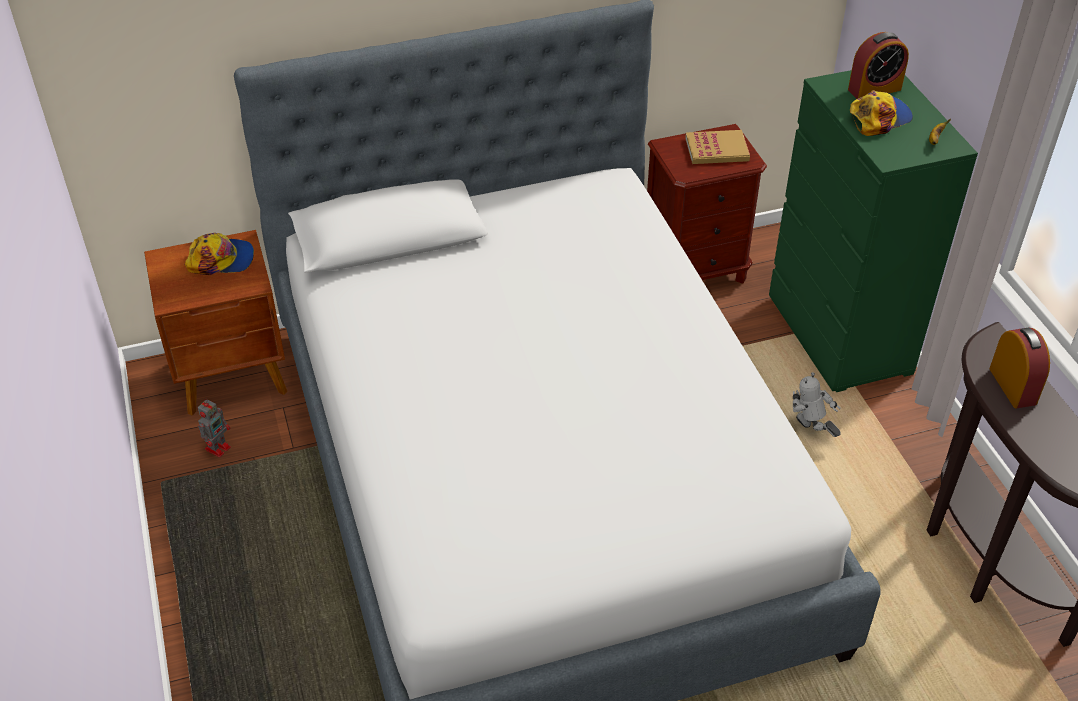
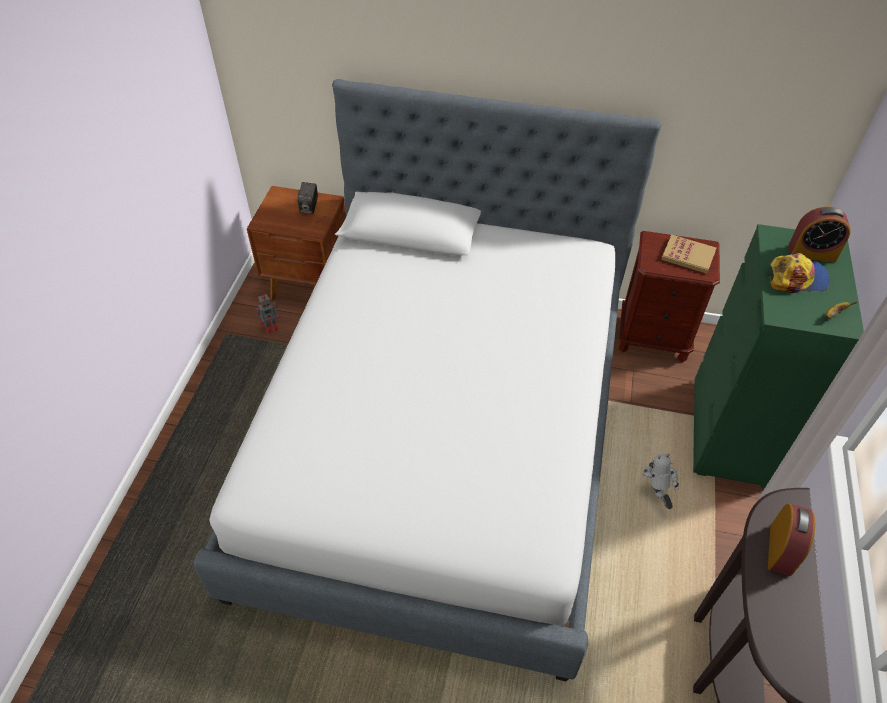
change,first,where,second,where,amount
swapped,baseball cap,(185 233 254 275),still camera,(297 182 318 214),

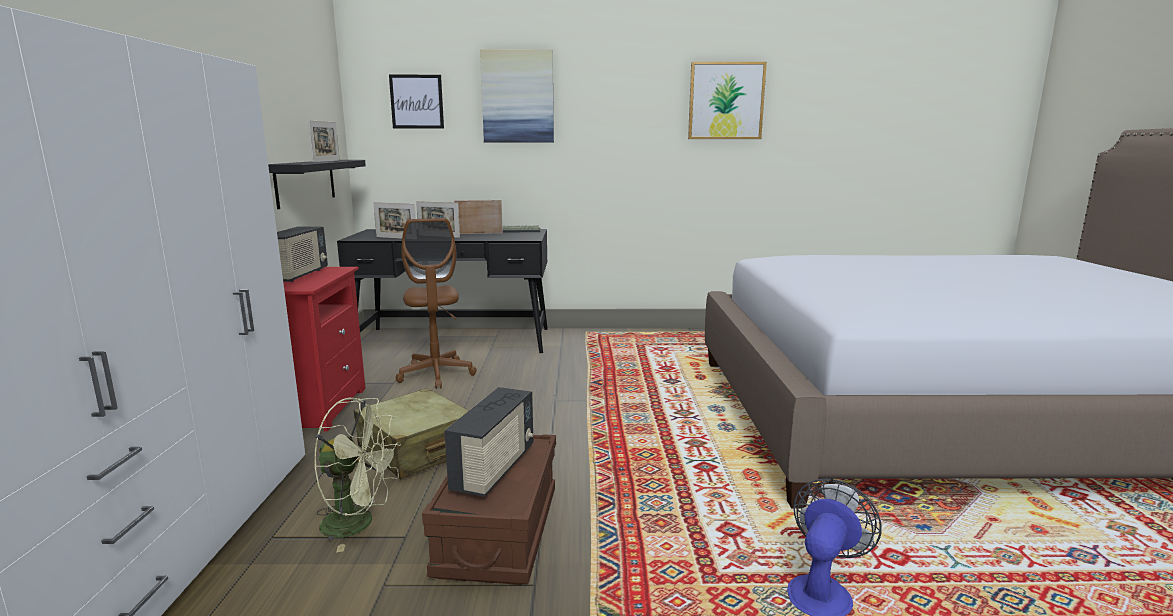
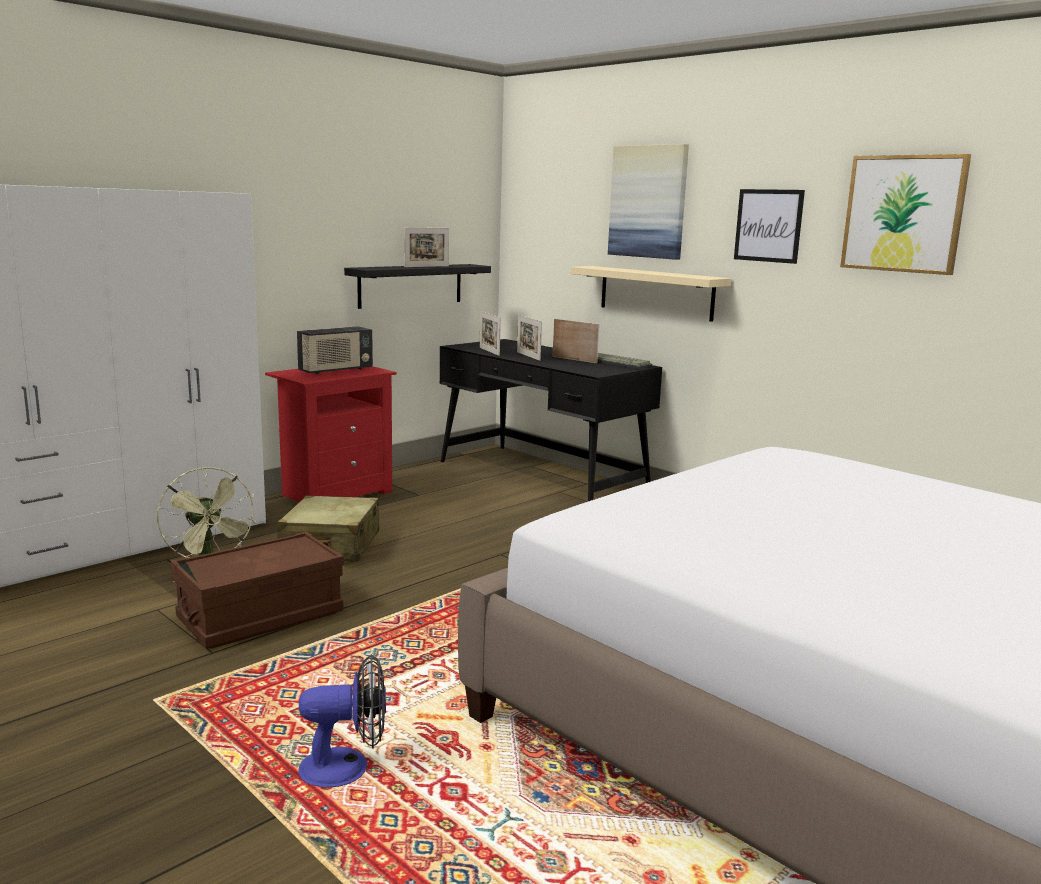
change,first,where,second,where,amount
shifted,wall picture,(389 75 444 129),,(734 189 805 264),
gone,brownish desk chair,(396 218 476 389),,,
gone,radio,(444 387 533 497),,,
new,,,beige-coloured shelf,(571 266 731 322),

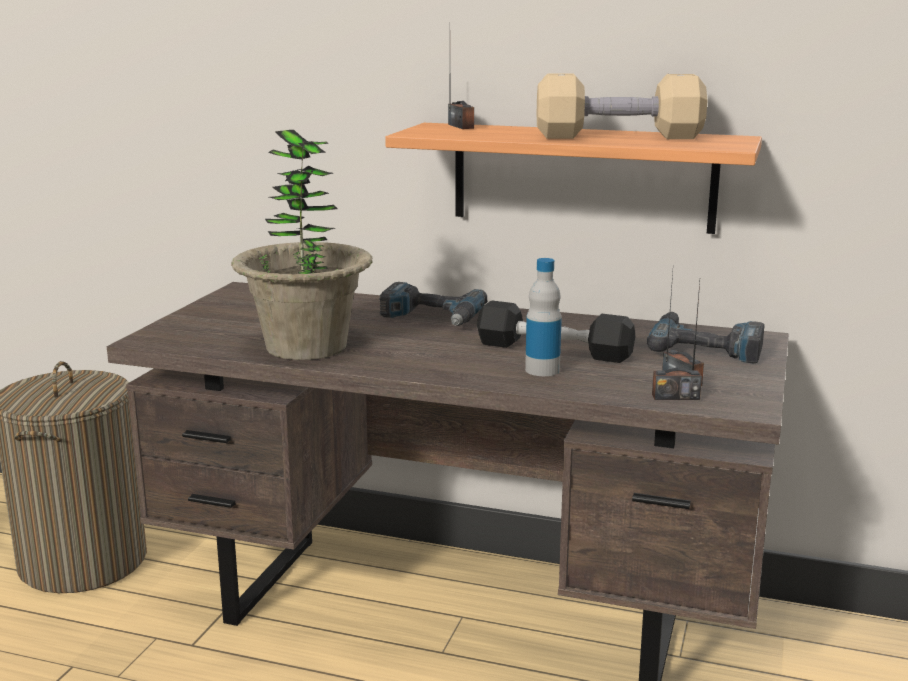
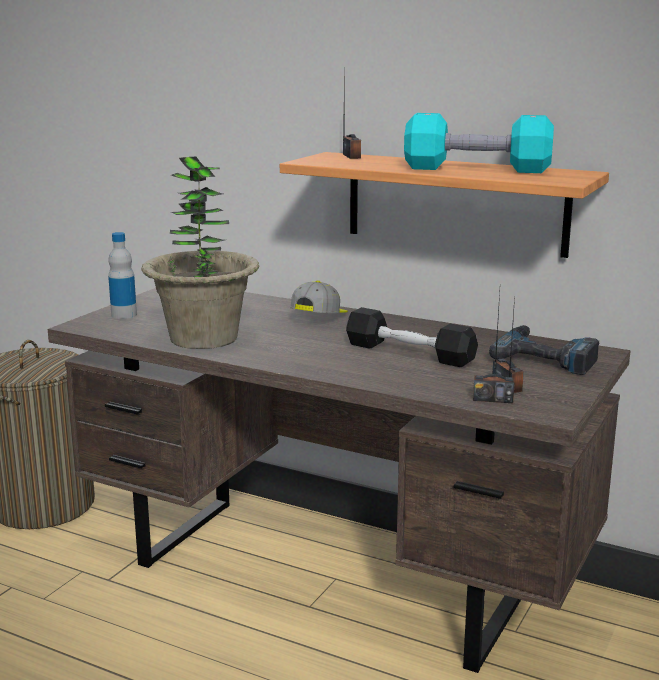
change,first,where,second,where,amount
repainted,beige-coloured hand weight,(537 74 708 139),blue-green hand weight,(404 113 554 173),
shifted,bottle,(525 258 562 376),,(108 232 137 319),
swapped,power drill,(379 282 487 326),baseball cap,(290 280 348 313),

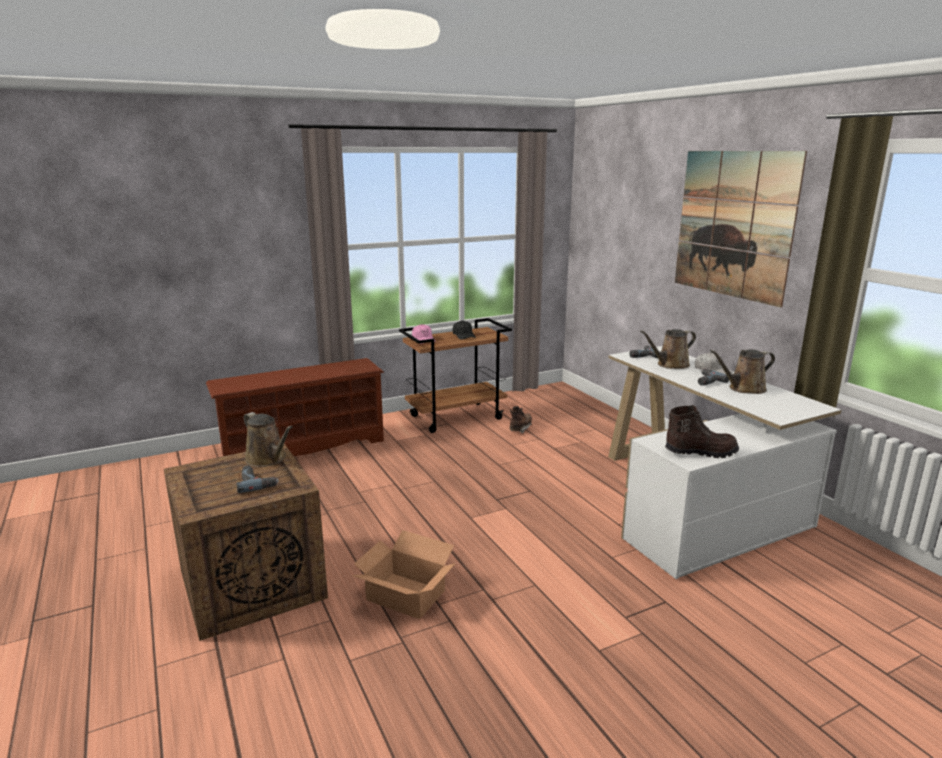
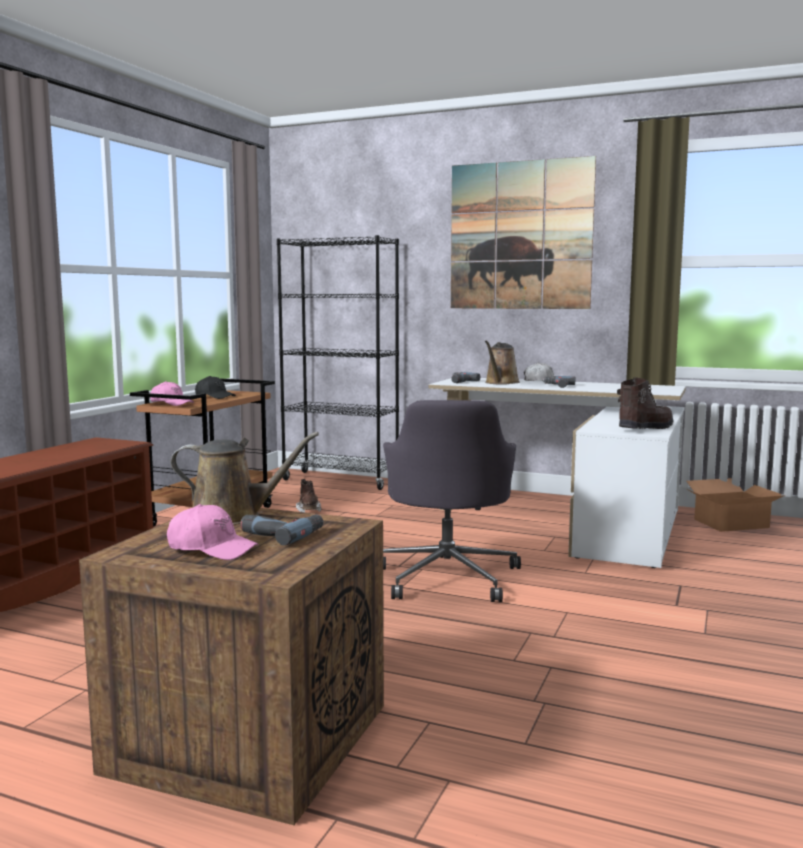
change,first,where,second,where,amount
gone,brownish watering pot,(710 349 775 394),,,
shifted,packing box,(352 530 456 619),,(687 478 785 532),
new,,,blackish bookcase,(277 235 399 490),
new,,,greyish desk chair,(383 400 521 602),
new,,,pink baseball cap,(167 504 258 560),

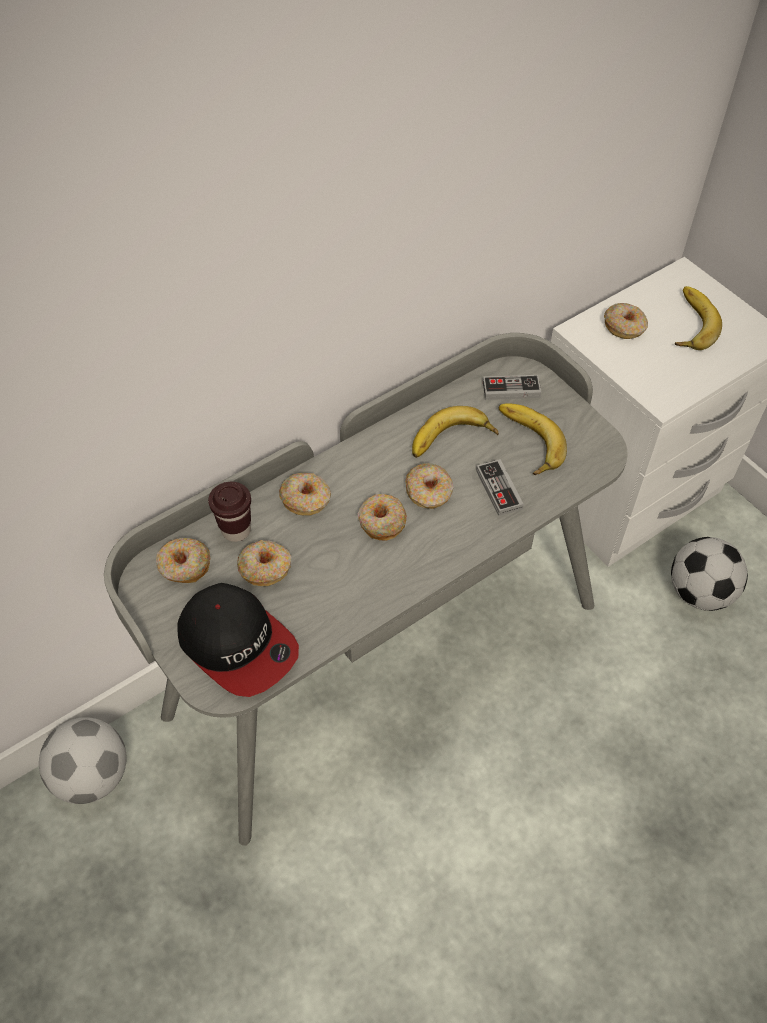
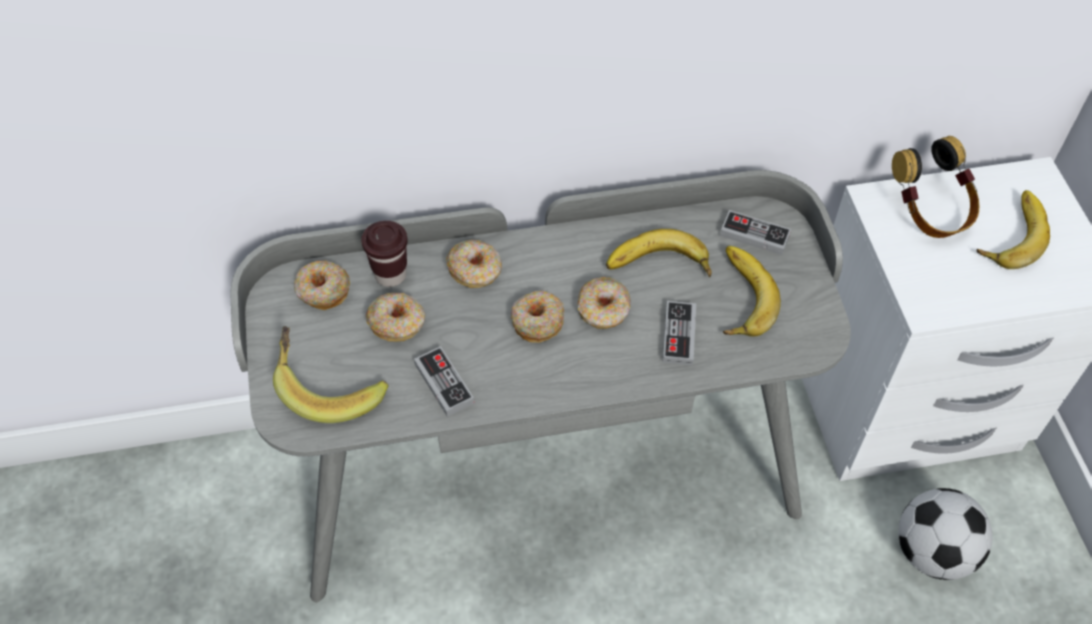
change,first,where,second,where,amount
swapped,donut,(604 303 648 339),headphones,(892 136 979 238),
swapped,baseball cap,(177 583 299 697),banana,(273 326 389 423),
gone,ball for football,(39 717 126 804),,,
new,,,gamepad,(414 346 474 417),

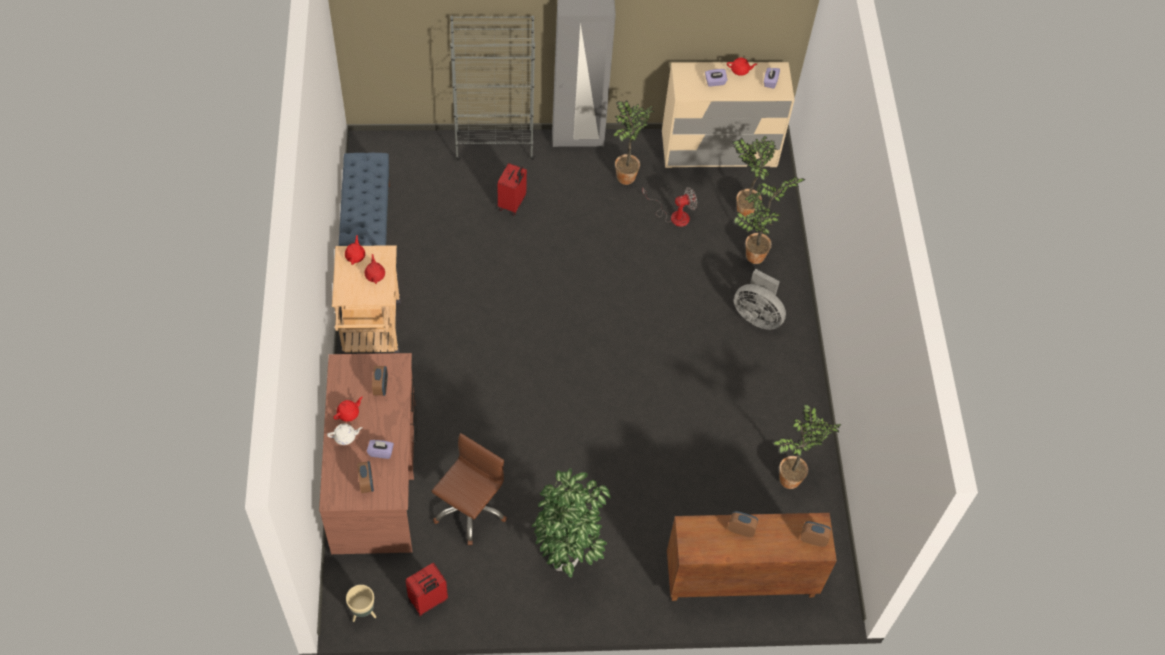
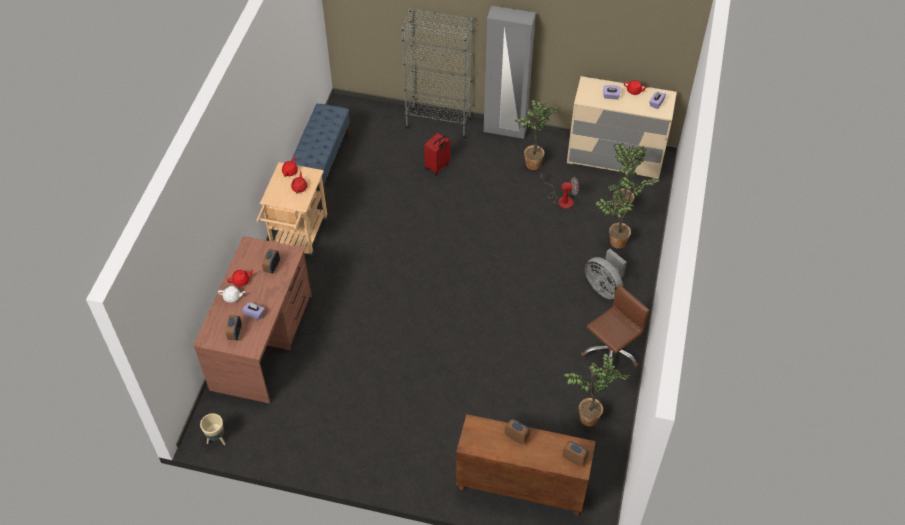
change,first,where,second,where,amount
shifted,brownish desk chair,(432 433 507 545),,(581 284 650 368),
gone,potted plant,(532 468 611 578),,,
gone,red suitcase,(405 563 448 617),,,

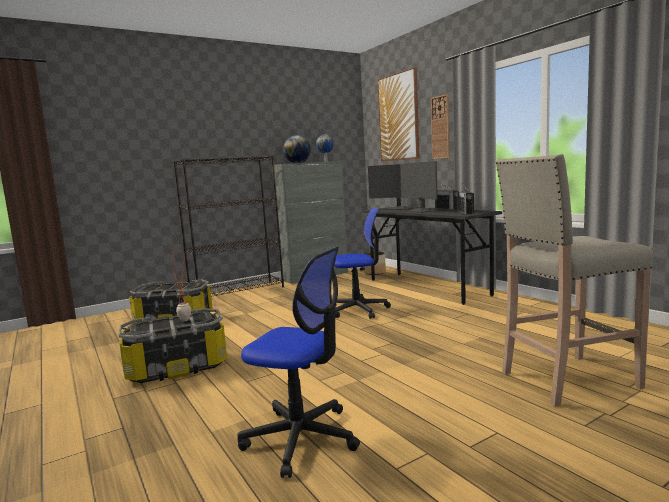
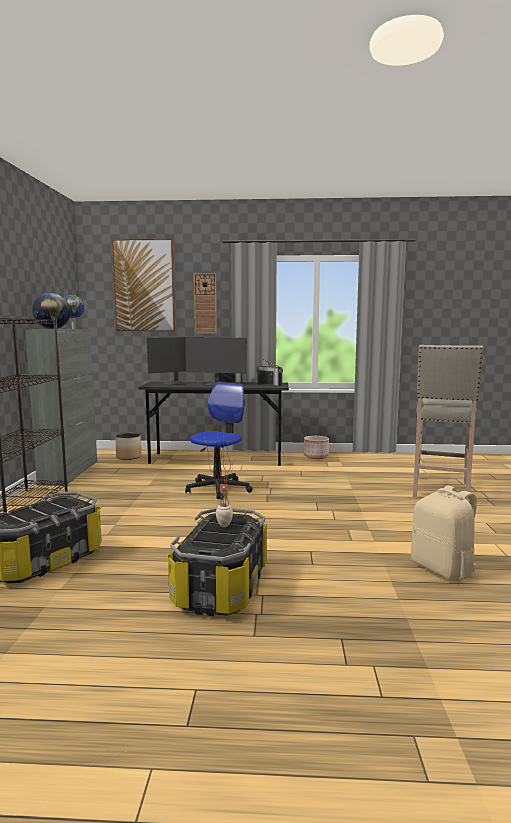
change,first,where,second,where,amount
swapped,desk chair,(237 246 360 478),beige-coloured knapsack,(411 485 477 581),
new,,,plant pot,(304 436 329 459),

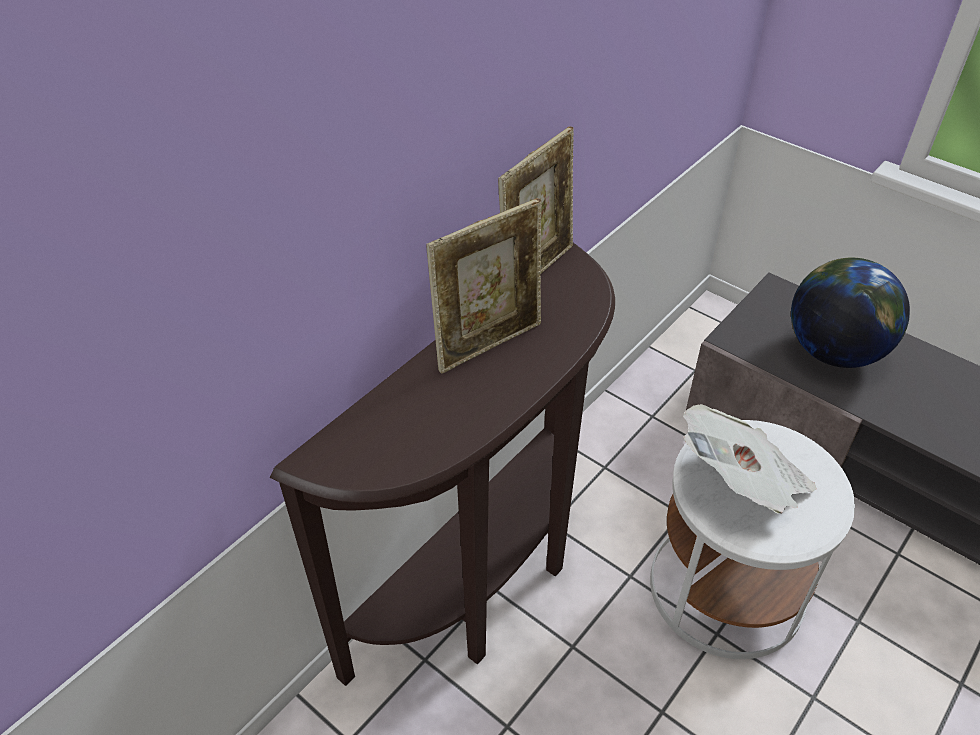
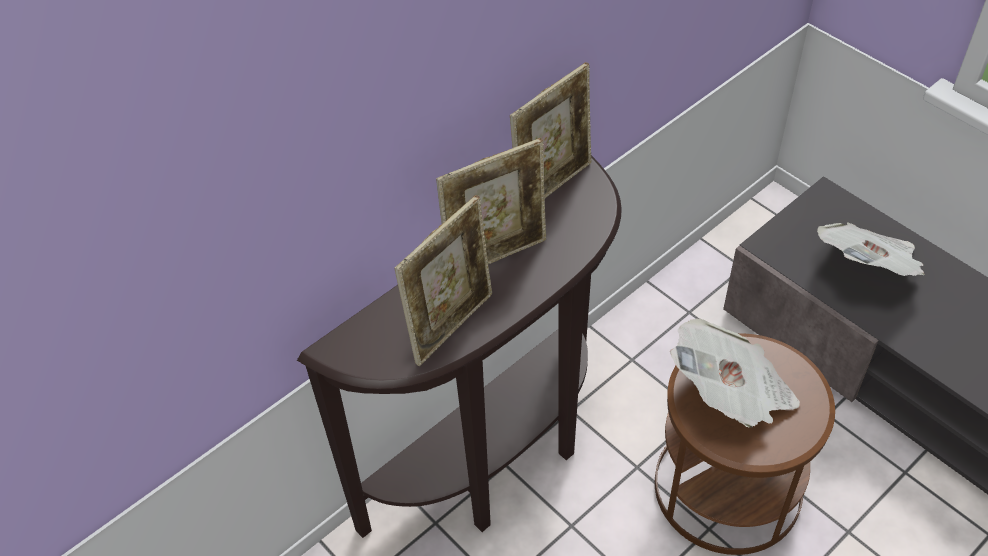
change,first,where,second,where,amount
swapped,globe,(791 258 910 368),daily paper,(817 222 925 276),
repainted,whitish side table,(650 420 855 659),brownish side table,(655 333 835 555),
new,,,photo frame,(394 195 492 366),

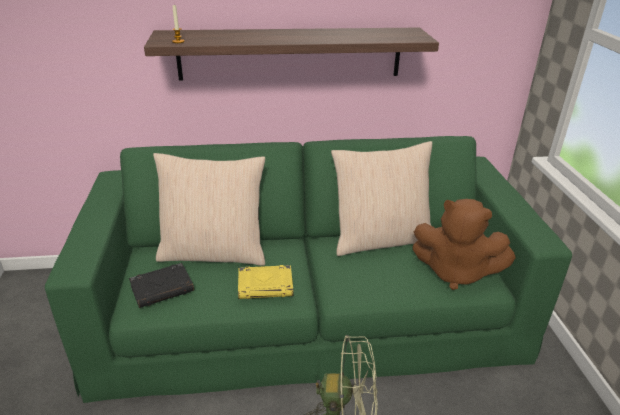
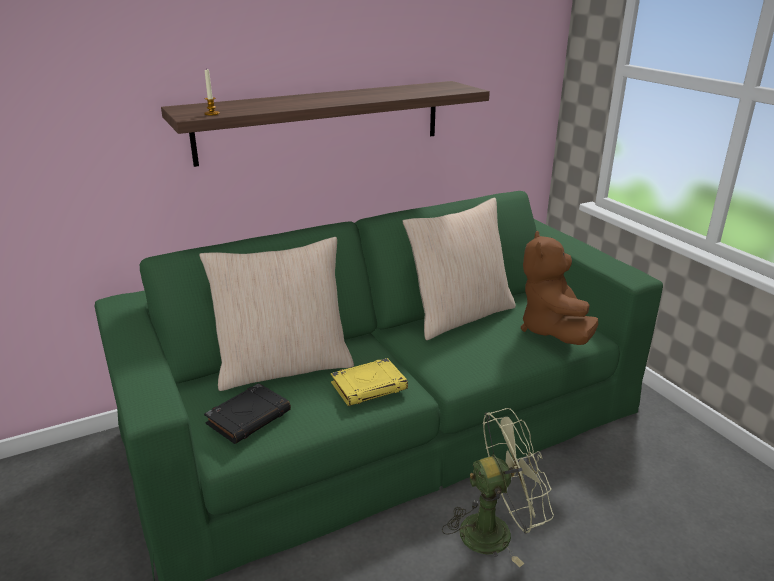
change,first,where,second,where,amount
rotated,brownish plush toy,(413 199 516 290),,(521 231 598 345),90 degrees clockwise

